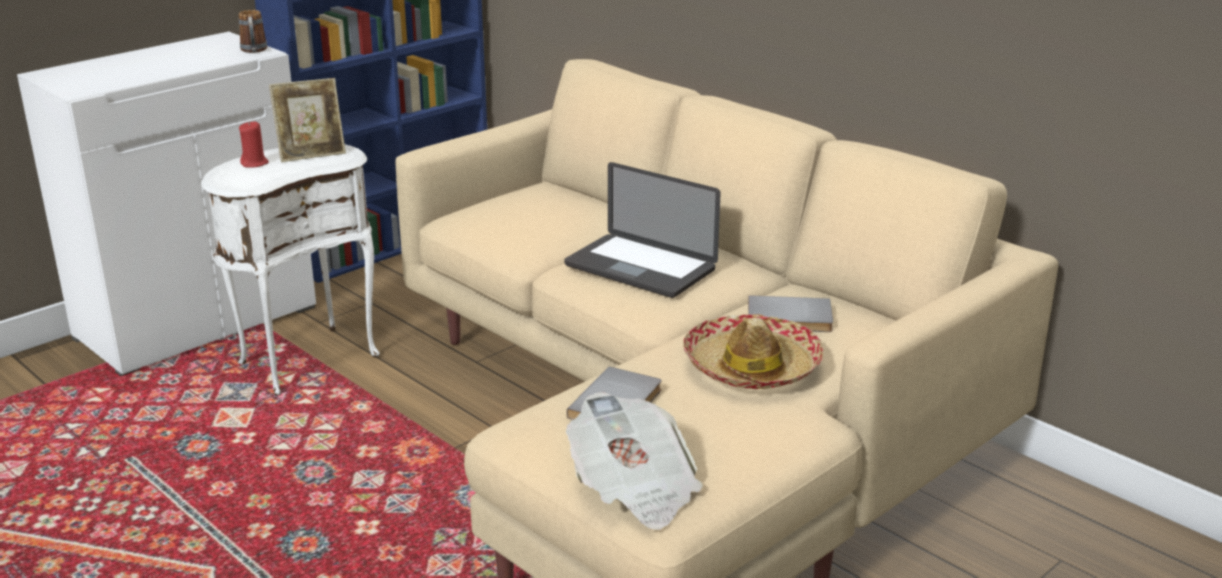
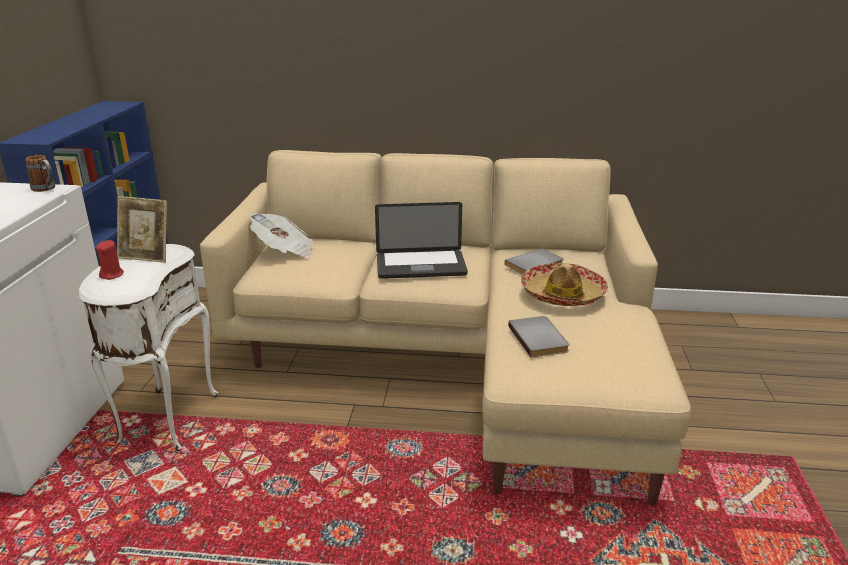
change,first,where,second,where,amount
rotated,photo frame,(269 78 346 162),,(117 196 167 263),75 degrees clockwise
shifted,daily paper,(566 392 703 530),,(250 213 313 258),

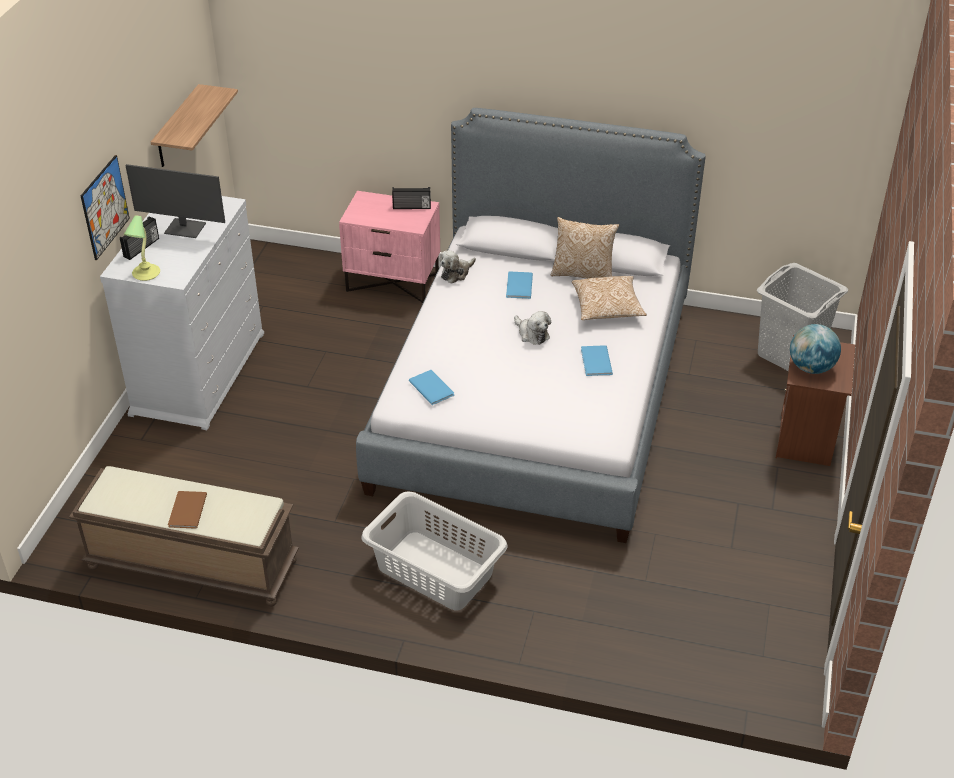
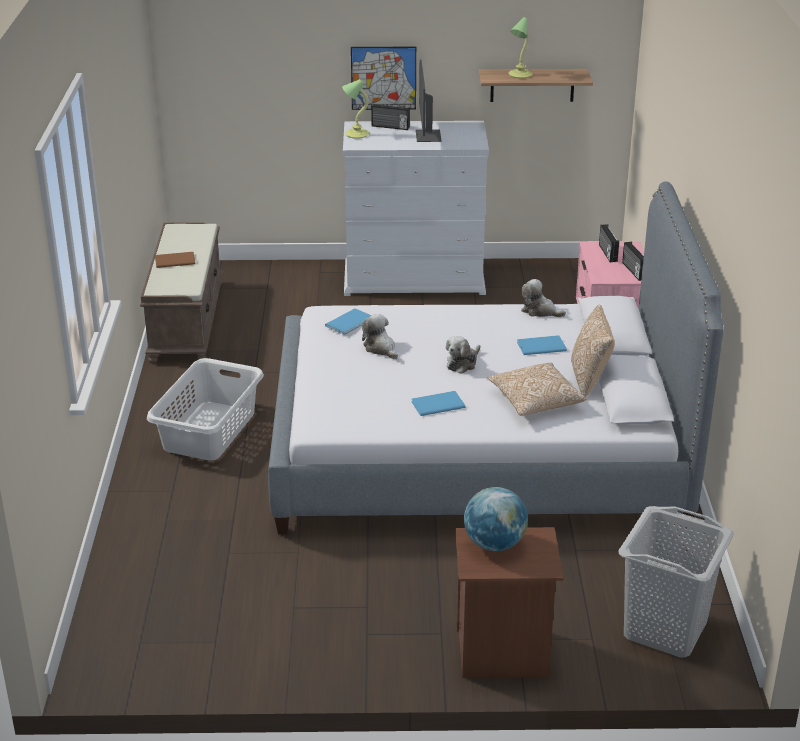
change,first,where,second,where,amount
new,,,table lamp,(509 17 533 79),
new,,,radio,(599 224 619 262),
new,,,plush toy,(362 314 398 359),

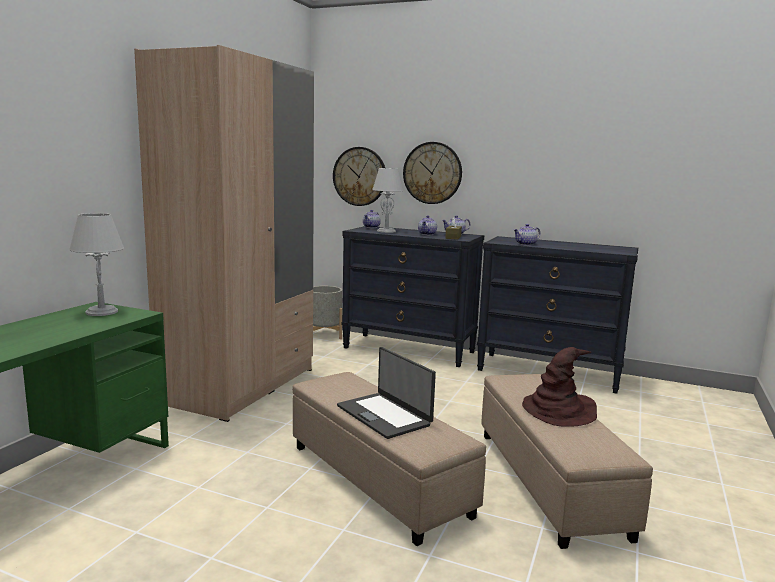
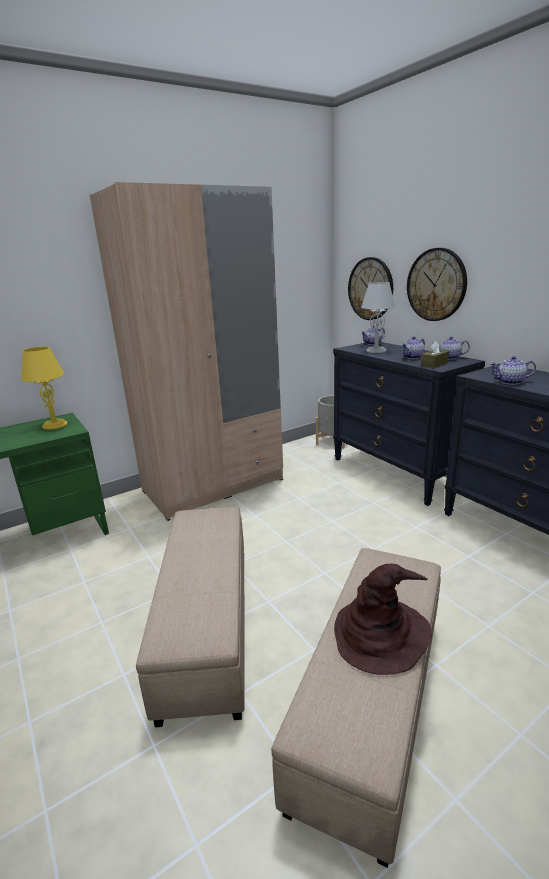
change,first,where,second,where,amount
repainted,greyish table lamp,(69 213 124 316),yellow-coloured table lamp,(21 347 68 430),
gone,notebook computer,(337 347 436 439),,,

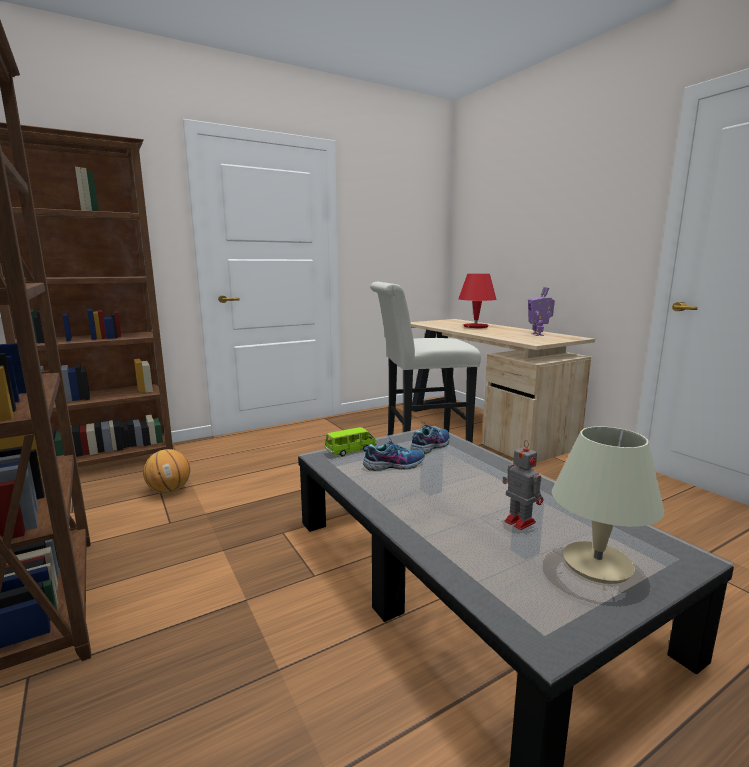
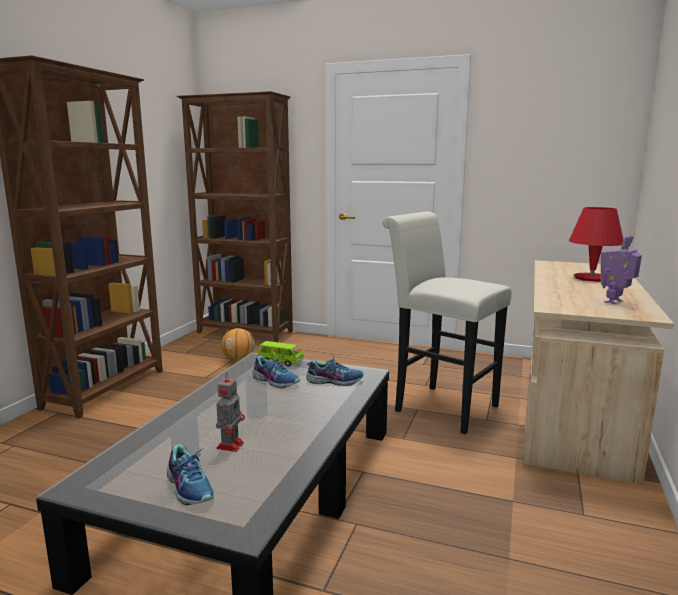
change,first,where,second,where,amount
swapped,beige-coloured table lamp,(552 426 664 584),shoe,(167 444 215 505),

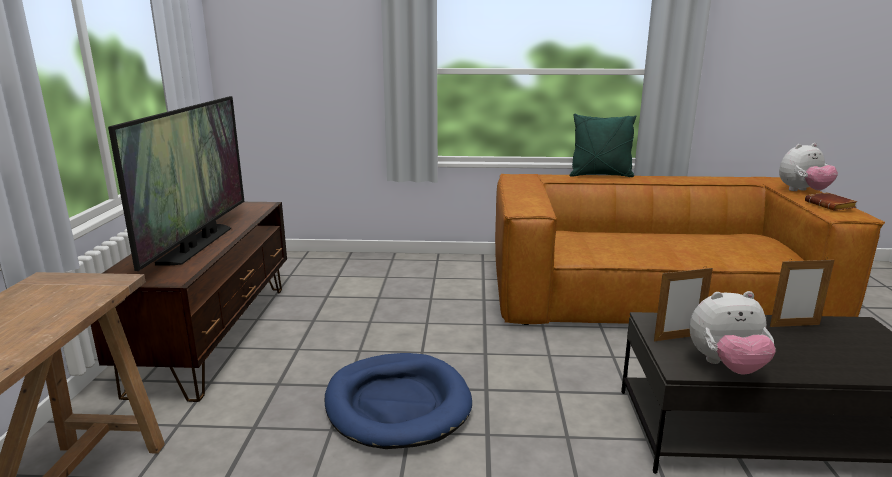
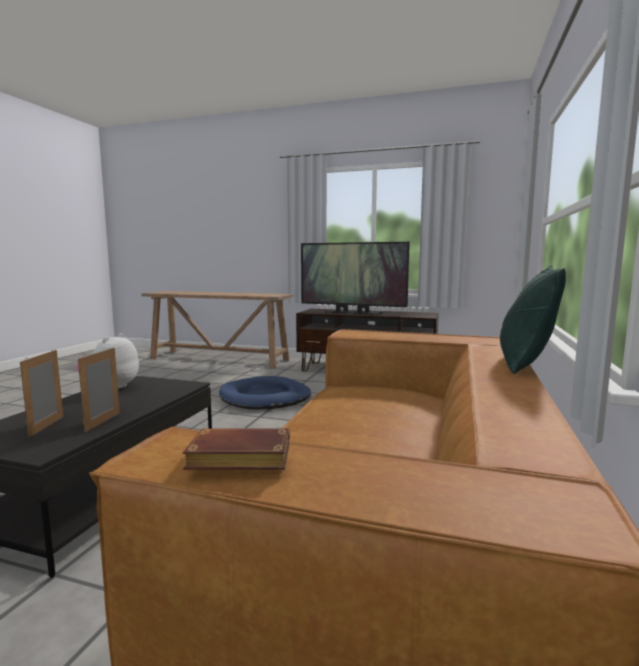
change,first,where,second,where,amount
gone,plush toy,(779 143 838 191),,,
shifted,photo frame,(654 266 713 341),,(20 349 63 437),

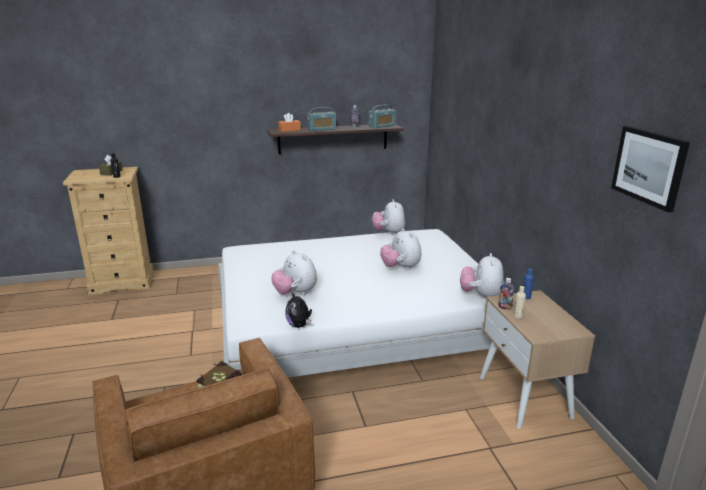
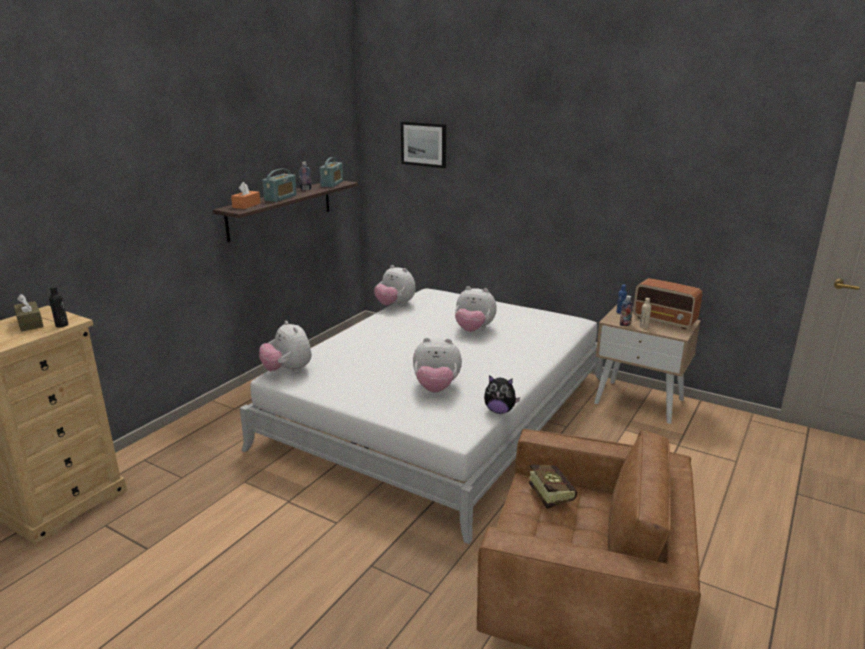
change,first,where,second,where,amount
shifted,wall picture,(611 126 690 212),,(401 121 446 168),
shifted,plush toy,(460 253 504 300),,(259 321 312 373),
new,,,radio,(633 278 702 329),

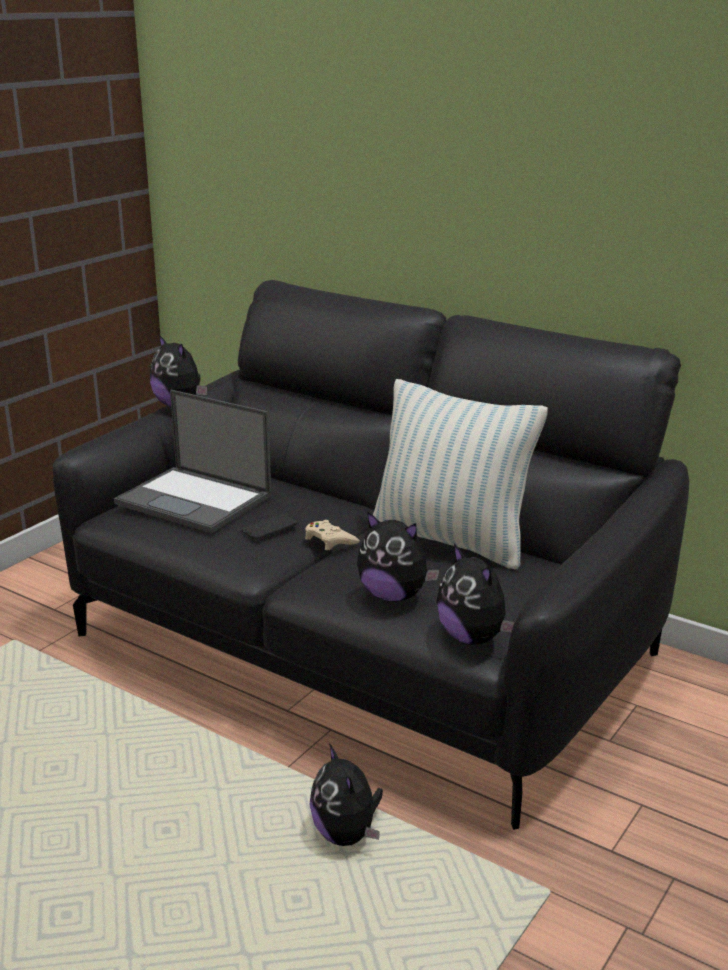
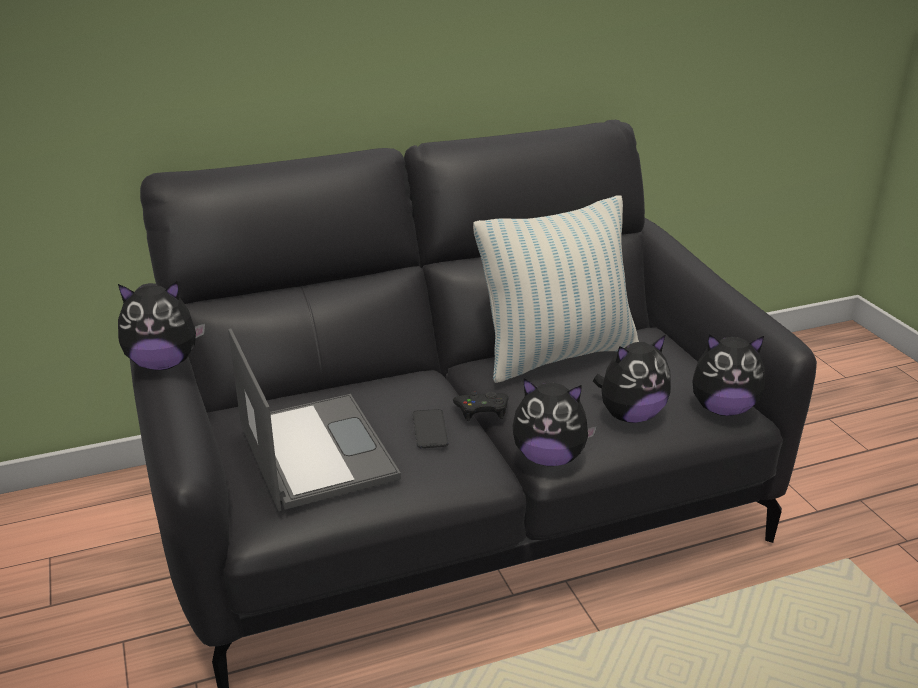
change,first,where,second,where,amount
rotated,notebook computer,(114 390 271 533),,(228 328 401 511),90 degrees counterclockwise
repainted,beige-coloured gamepad,(305 520 360 550),blackish gamepad,(453 392 509 421),
shifted,plush toy,(309 743 383 846),,(513 378 597 466),

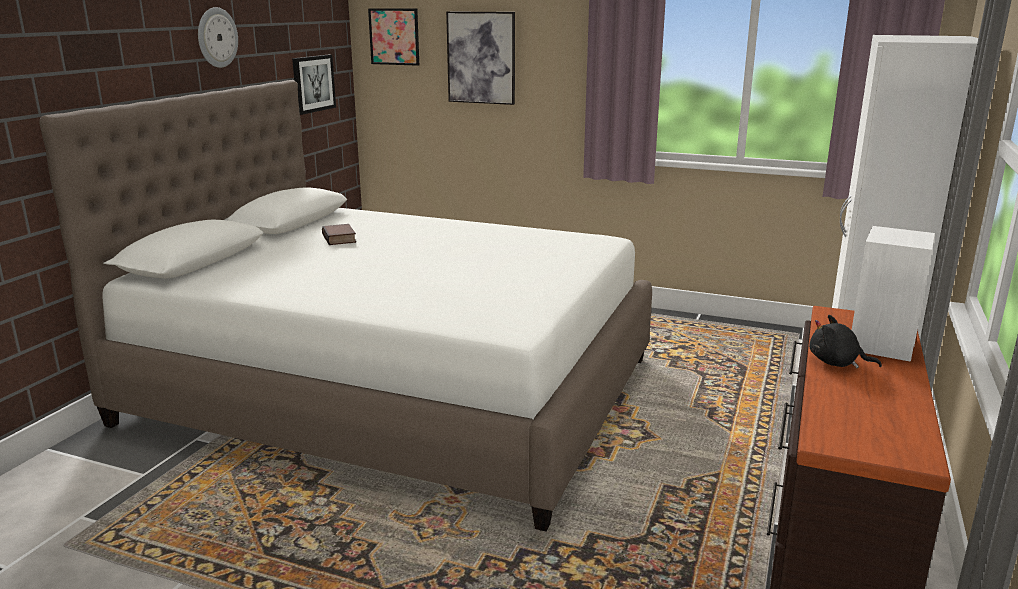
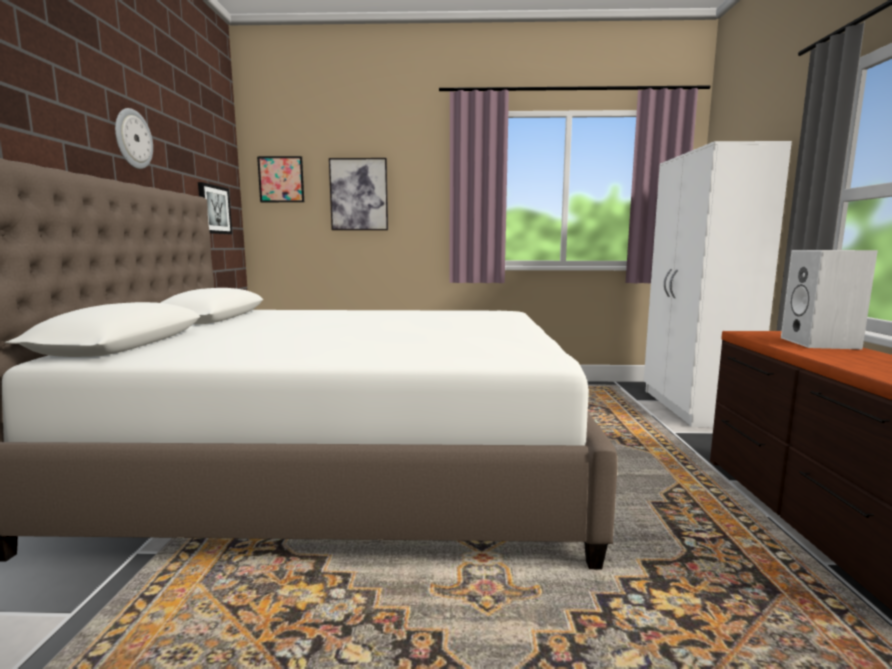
change,first,where,second,where,amount
gone,book,(322 224 356 245),,,
gone,blackish plush toy,(809 315 882 368),,,

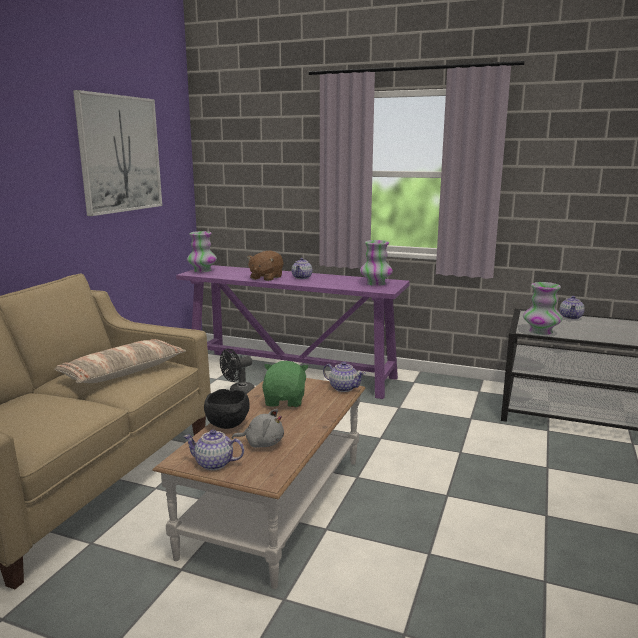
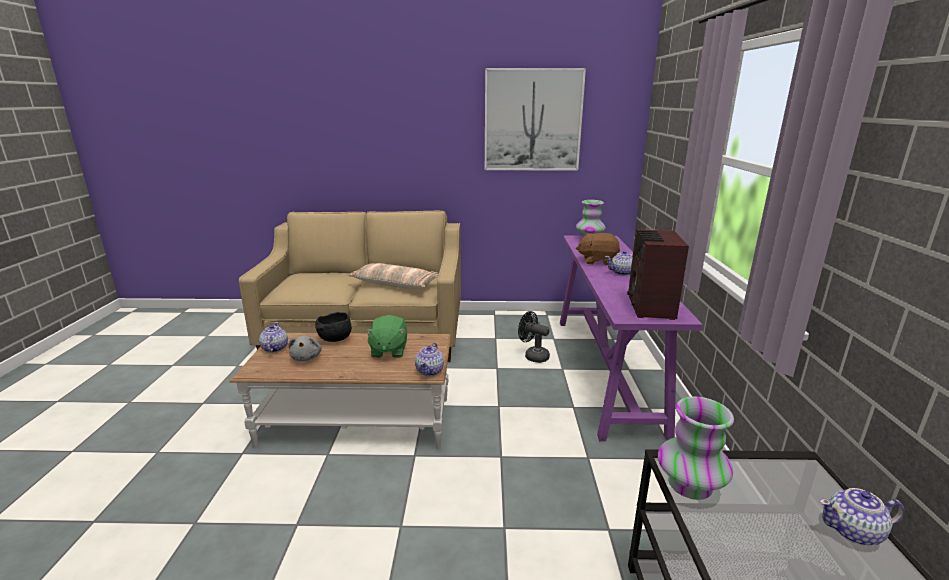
change,first,where,second,where,amount
swapped,flower vase,(360 240 393 286),radio,(627 229 689 320),
rotated,green-coloured plush toy,(262 361 309 407),,(365 315 407 358),105 degrees clockwise

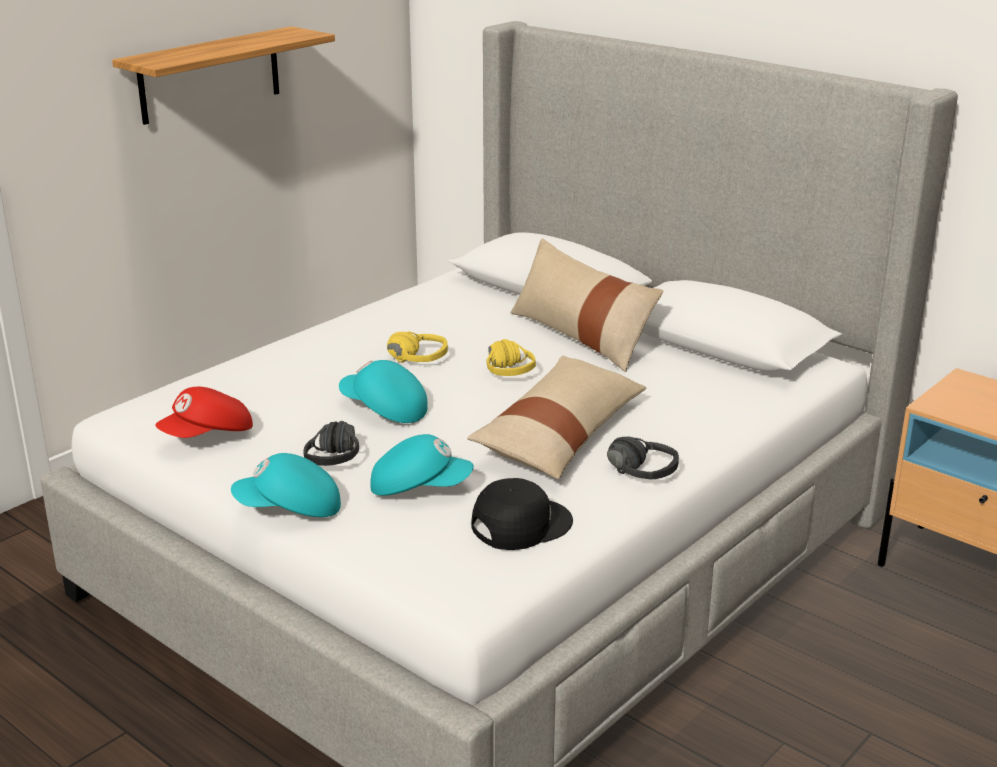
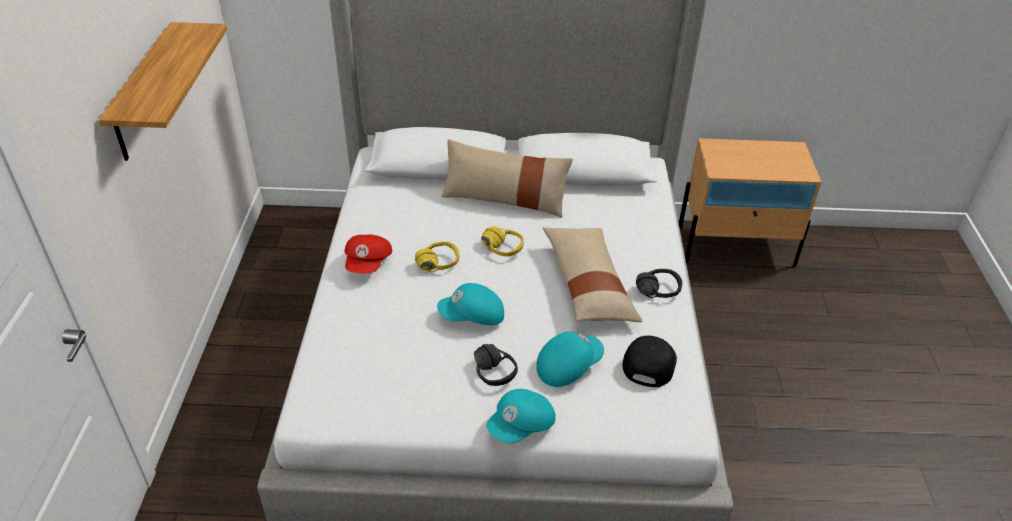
change,first,where,second,where,amount
shifted,red baseball cap,(155 387 253 438),,(344 235 392 273),

